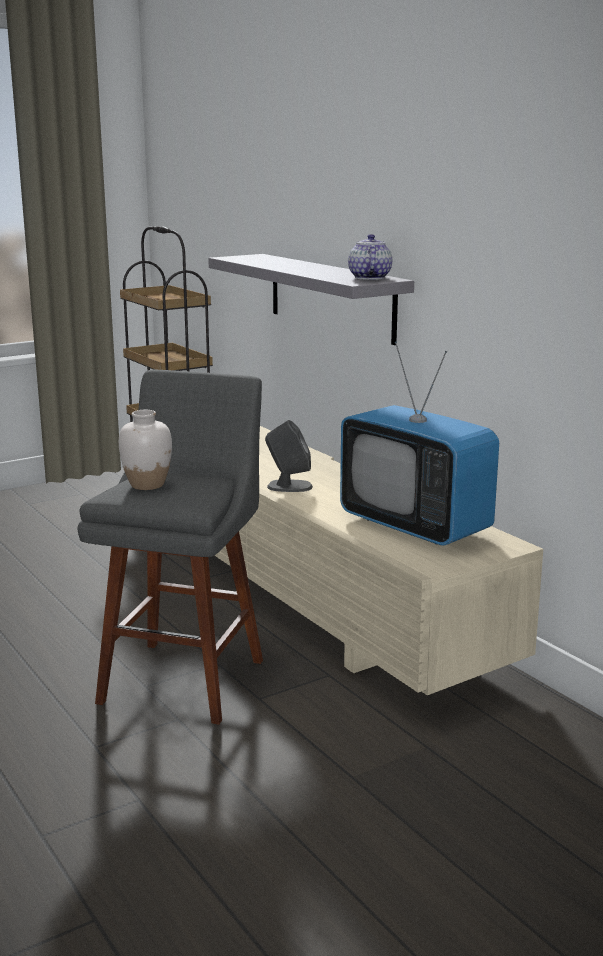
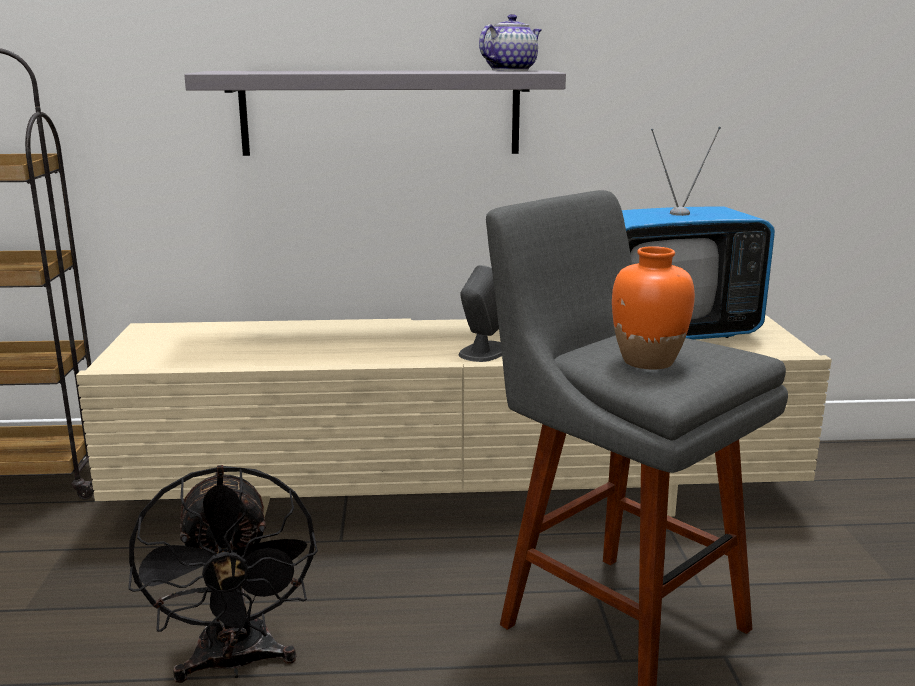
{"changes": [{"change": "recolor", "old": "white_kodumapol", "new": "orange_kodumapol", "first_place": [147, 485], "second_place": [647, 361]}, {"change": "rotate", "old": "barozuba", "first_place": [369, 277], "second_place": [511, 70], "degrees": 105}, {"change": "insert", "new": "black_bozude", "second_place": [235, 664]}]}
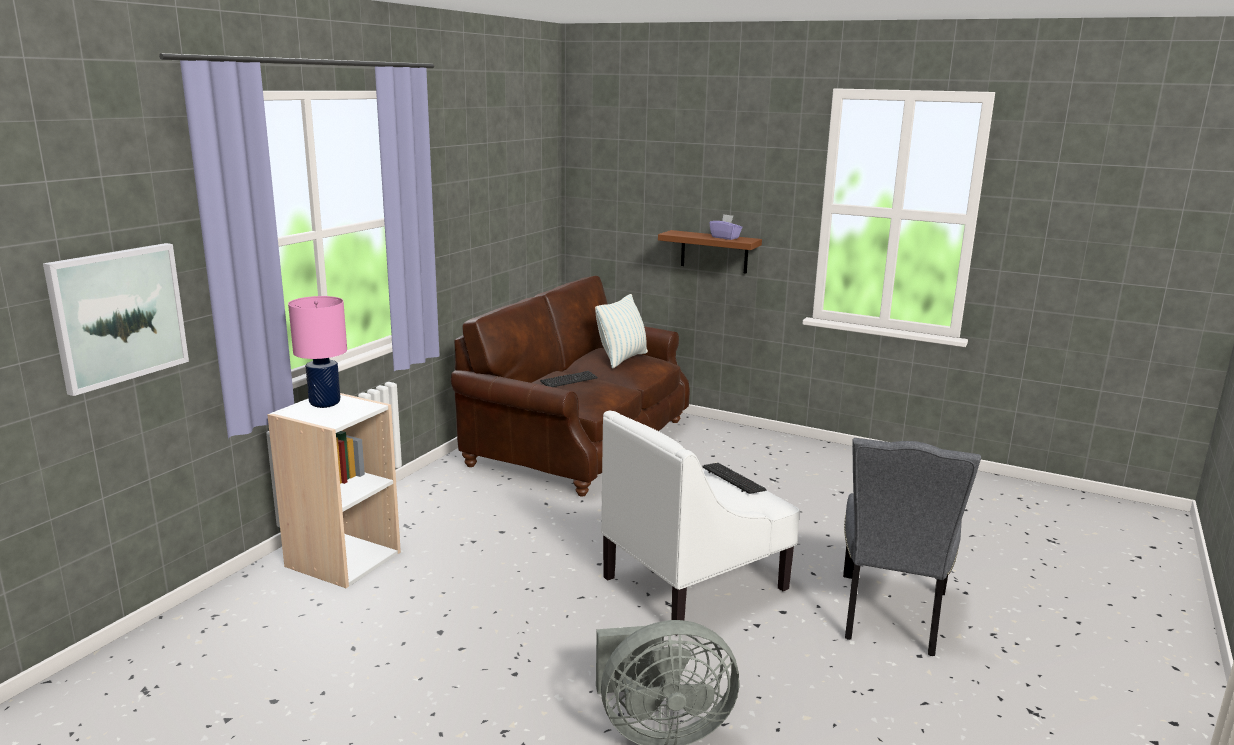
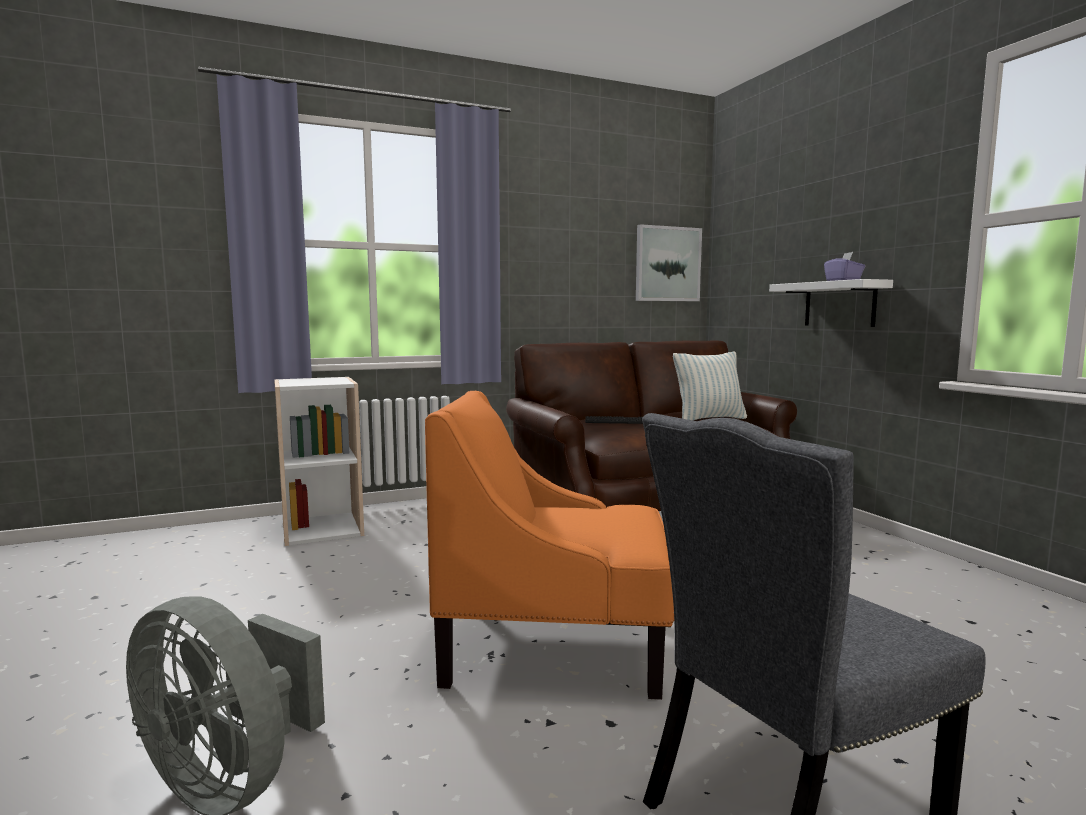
{"changes": [{"change": "move", "old": "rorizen", "first_place": [118, 315], "second_place": [667, 264]}, {"change": "delete", "old": "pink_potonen", "first_place": [324, 405]}, {"change": "recolor", "old": "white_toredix", "new": "orange_toredix", "first_place": [695, 583], "second_place": [556, 646]}, {"change": "recolor", "old": "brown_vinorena", "new": "white_vinorena", "first_place": [714, 252], "second_place": [839, 304]}, {"change": "delete", "old": "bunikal", "first_place": [733, 479]}]}
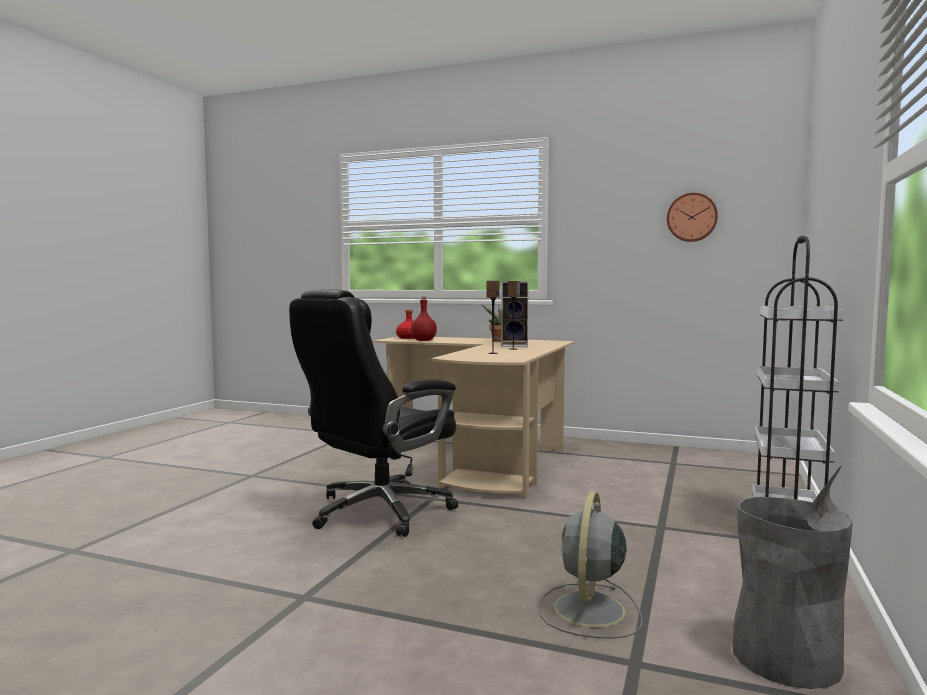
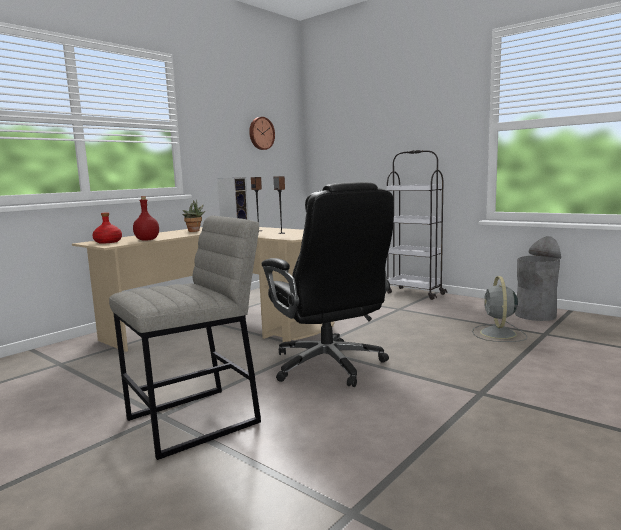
{"changes": [{"change": "rotate", "old": "grey_bozude", "first_place": [588, 611], "second_place": [498, 334], "degrees": 60}, {"change": "insert", "new": "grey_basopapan", "second_place": [196, 419]}]}
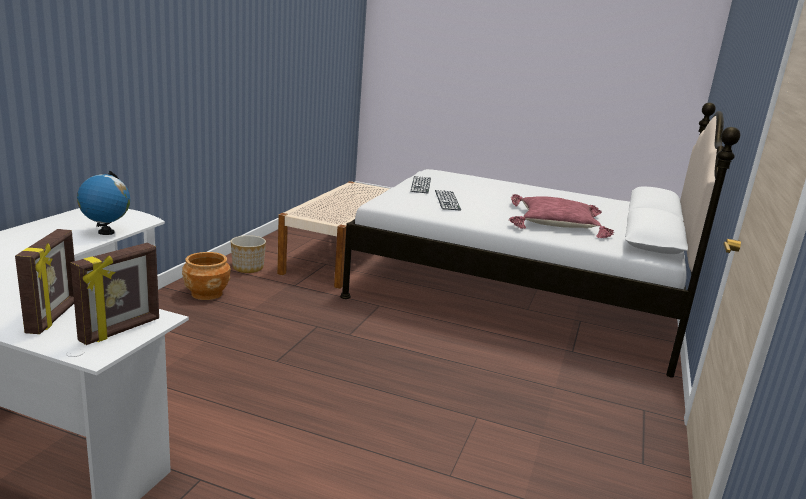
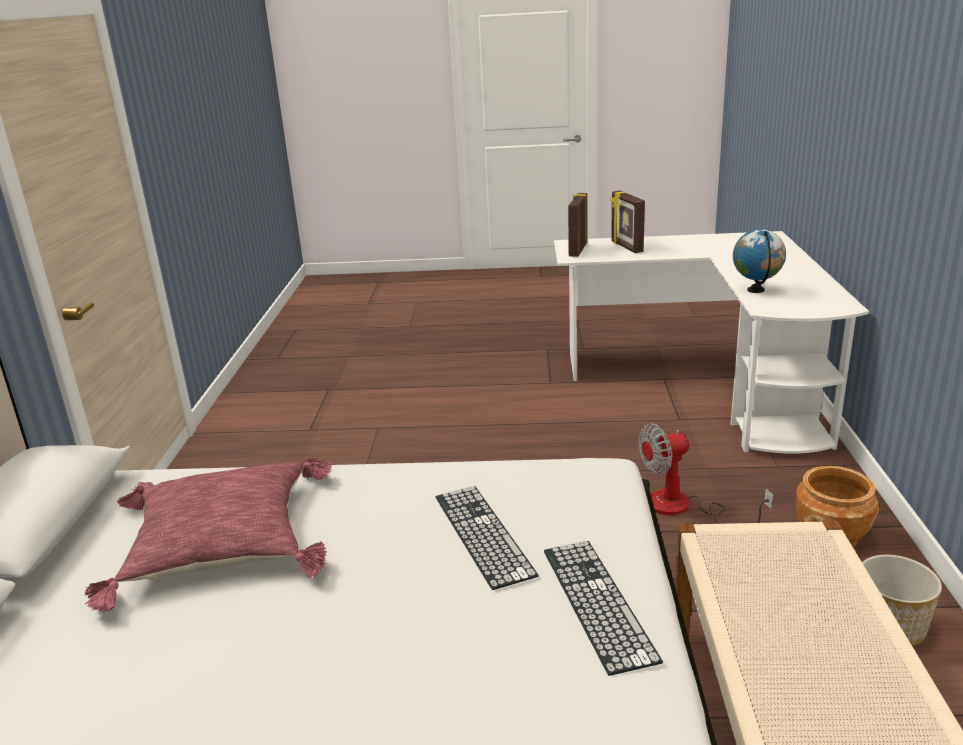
{"changes": [{"change": "insert", "new": "bozude", "second_place": [683, 508]}]}
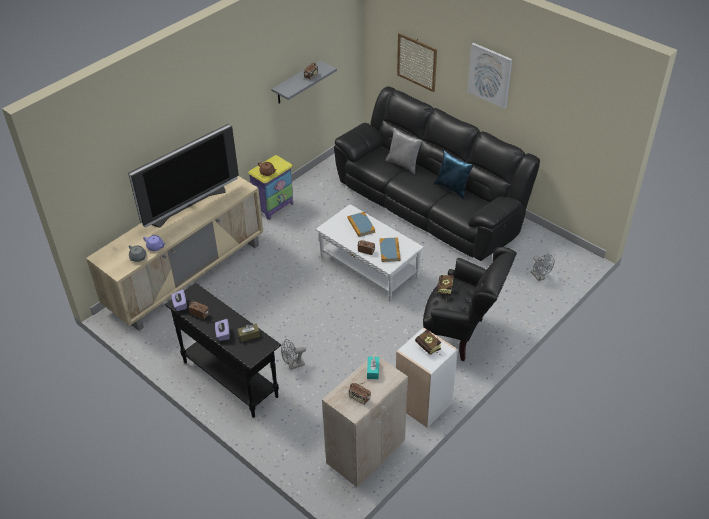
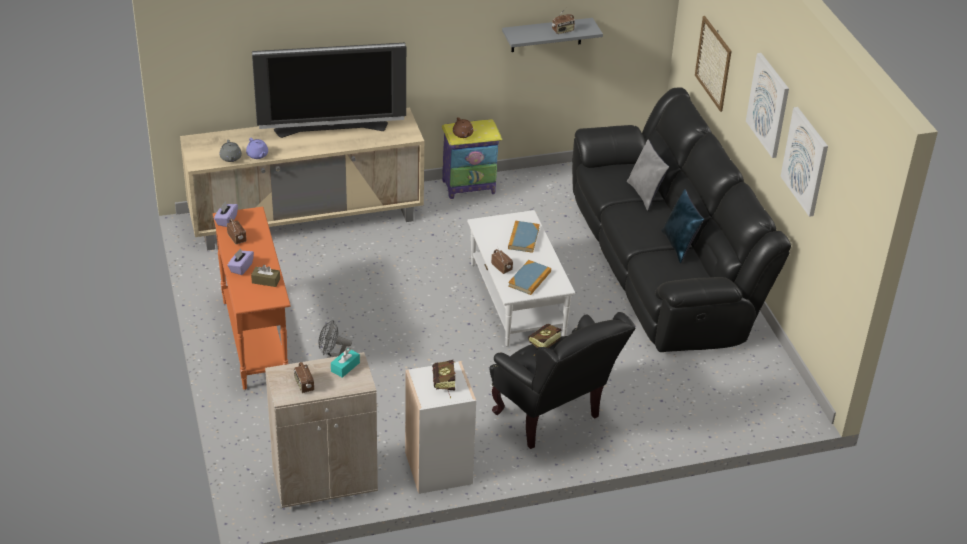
{"changes": [{"change": "recolor", "old": "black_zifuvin", "new": "orange_zifuvin", "first_place": [230, 378], "second_place": [255, 340]}, {"change": "delete", "old": "grey_bozude", "first_place": [539, 277]}, {"change": "insert", "new": "rorizen", "second_place": [805, 161]}]}
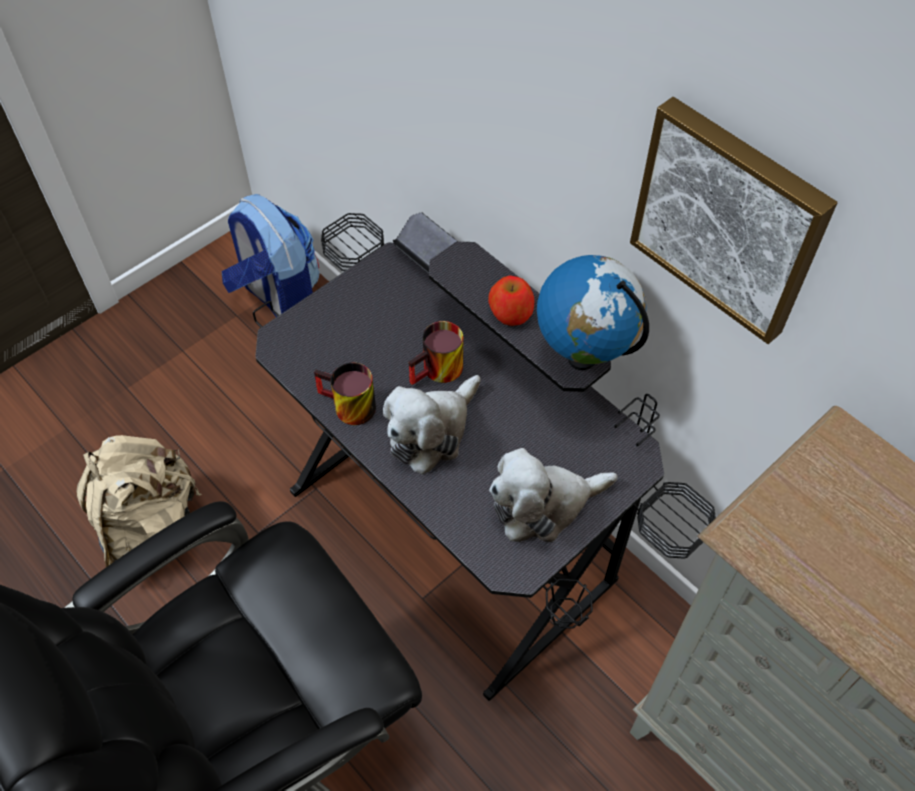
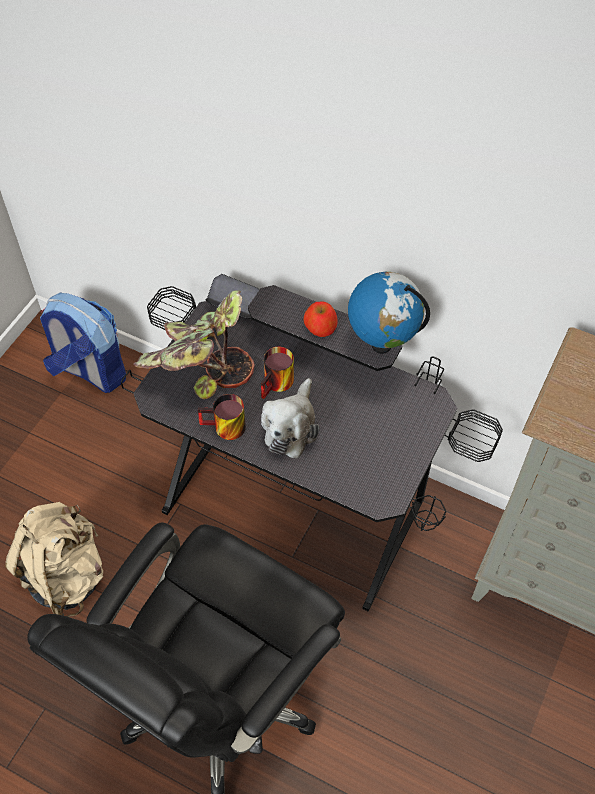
{"changes": [{"change": "delete", "old": "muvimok", "first_place": [544, 505]}, {"change": "delete", "old": "rorizen", "first_place": [729, 218]}, {"change": "insert", "new": "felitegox", "second_place": [198, 368]}]}
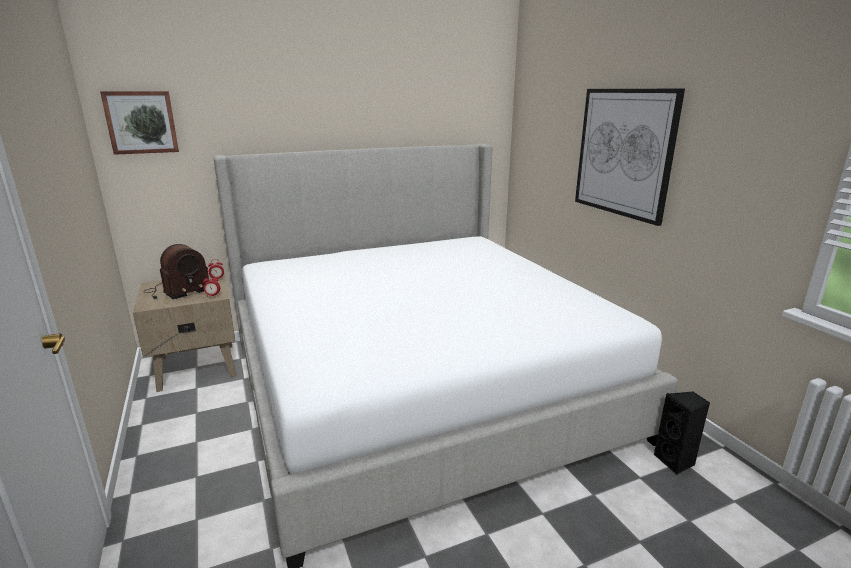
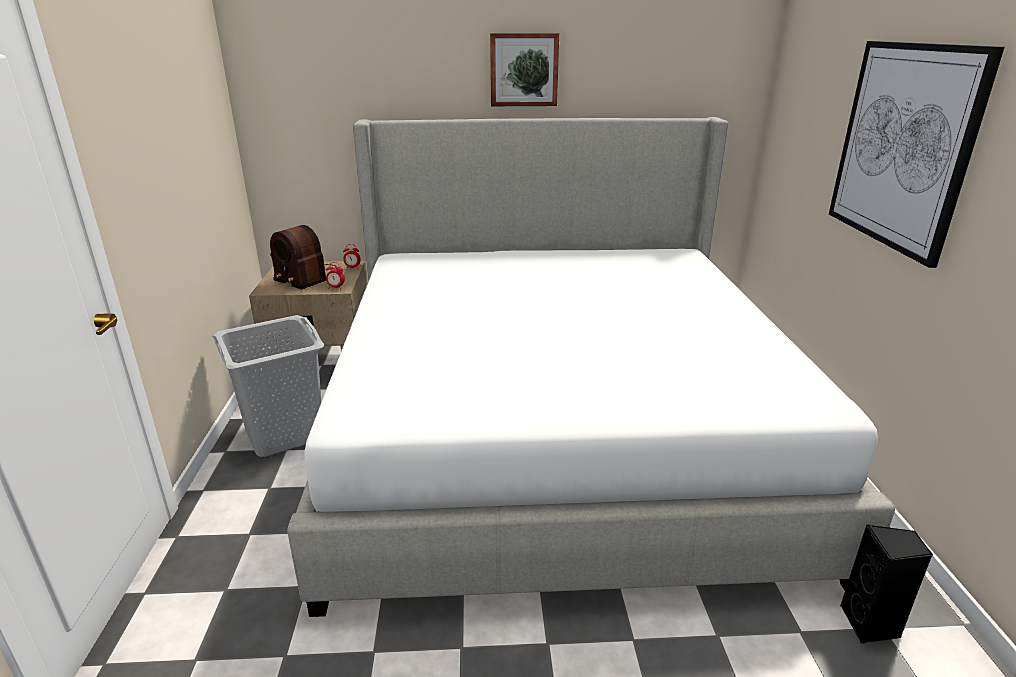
{"changes": [{"change": "move", "old": "rorizen", "first_place": [141, 122], "second_place": [524, 70]}, {"change": "rotate", "old": "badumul", "first_place": [177, 291], "second_place": [304, 276], "degrees": 60}, {"change": "insert", "new": "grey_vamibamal", "second_place": [285, 434]}]}
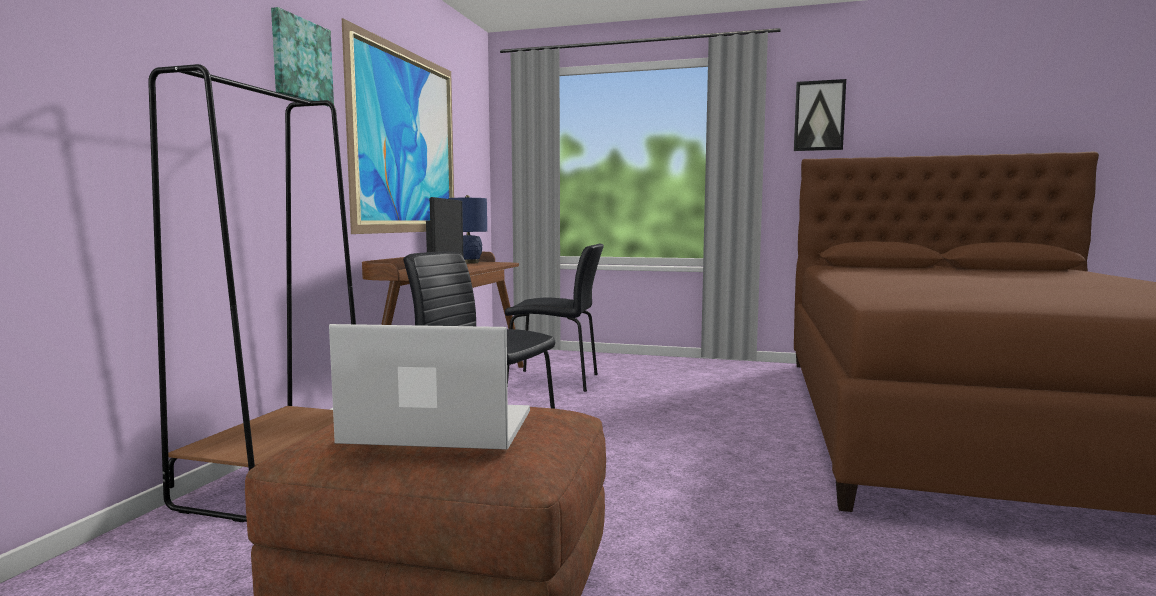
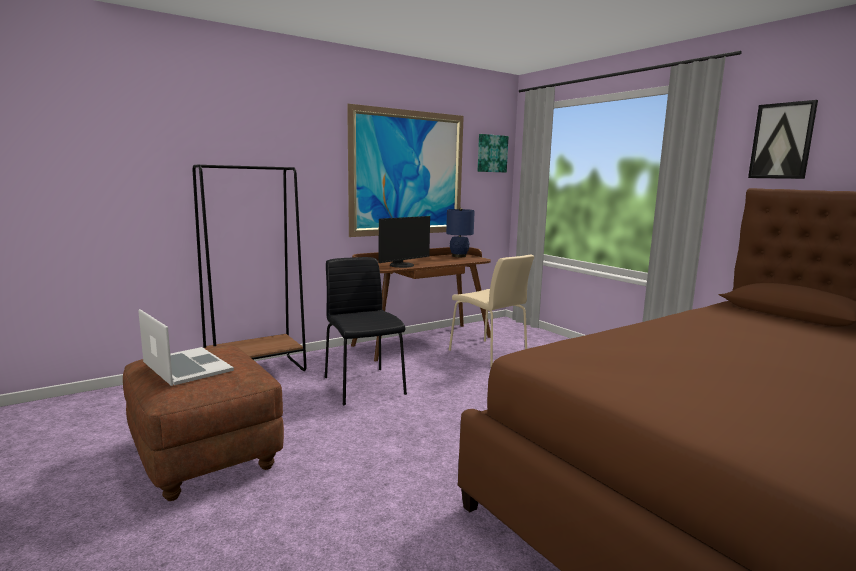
{"changes": [{"change": "move", "old": "rorizen", "first_place": [300, 60], "second_place": [491, 153]}, {"change": "recolor", "old": "black_basopapan", "new": "beige_basopapan", "first_place": [556, 381], "second_place": [490, 354]}]}
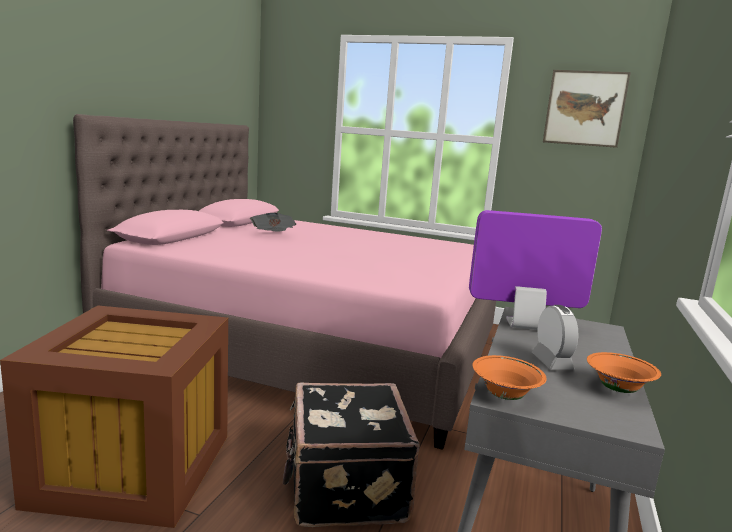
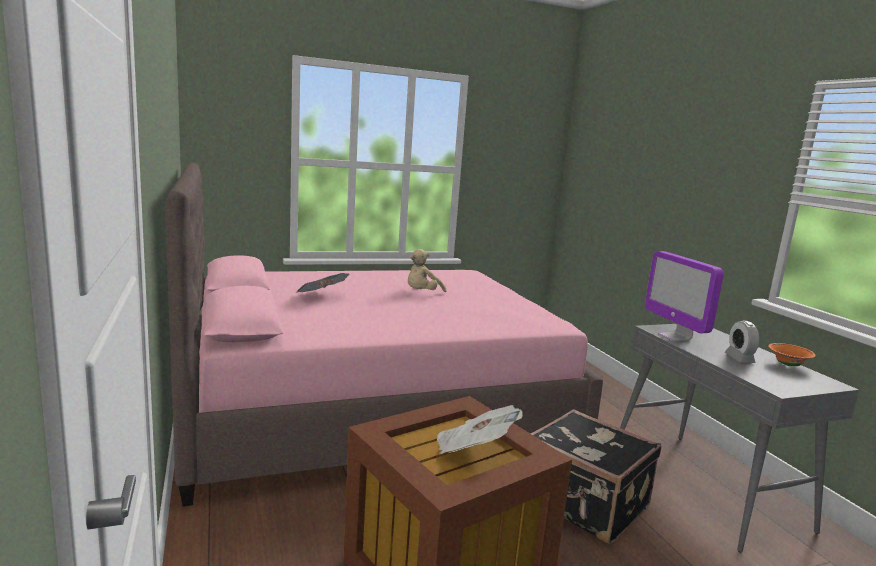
{"changes": [{"change": "rotate", "old": "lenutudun", "first_place": [523, 325], "second_place": [674, 337], "degrees": -75}, {"change": "delete", "old": "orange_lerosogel", "first_place": [504, 396]}, {"change": "rotate", "old": "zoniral", "first_place": [552, 362], "second_place": [739, 358], "degrees": -135}, {"change": "delete", "old": "rorizen", "first_place": [585, 108]}, {"change": "insert", "new": "beige_muvimok", "second_place": [422, 293]}, {"change": "insert", "new": "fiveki", "second_place": [473, 449]}]}
